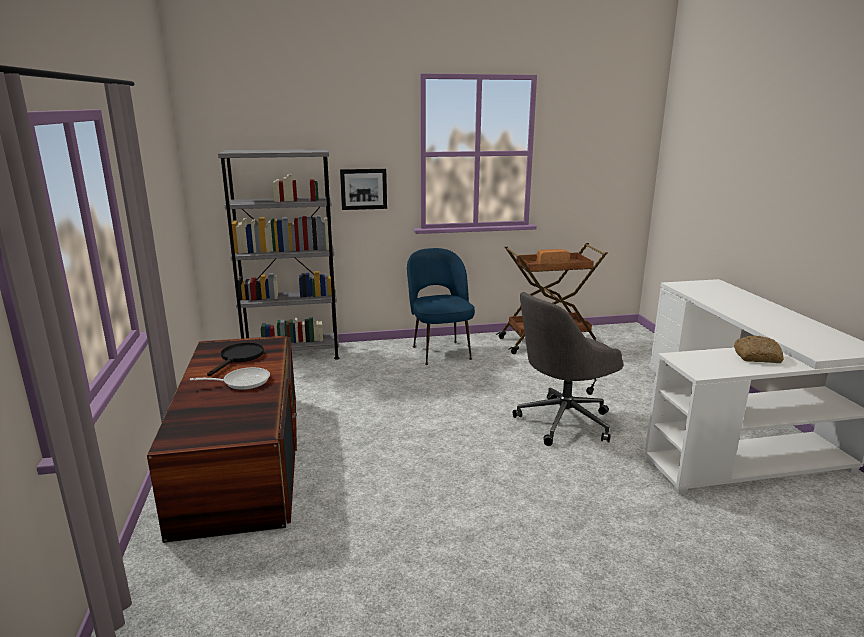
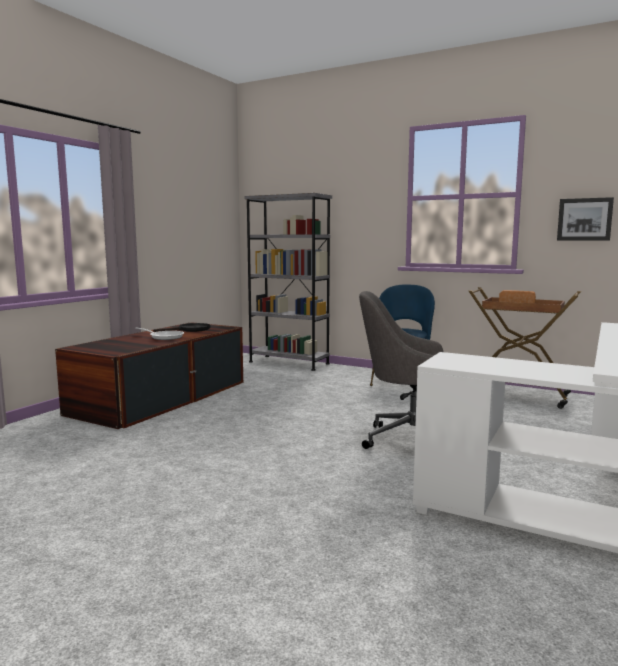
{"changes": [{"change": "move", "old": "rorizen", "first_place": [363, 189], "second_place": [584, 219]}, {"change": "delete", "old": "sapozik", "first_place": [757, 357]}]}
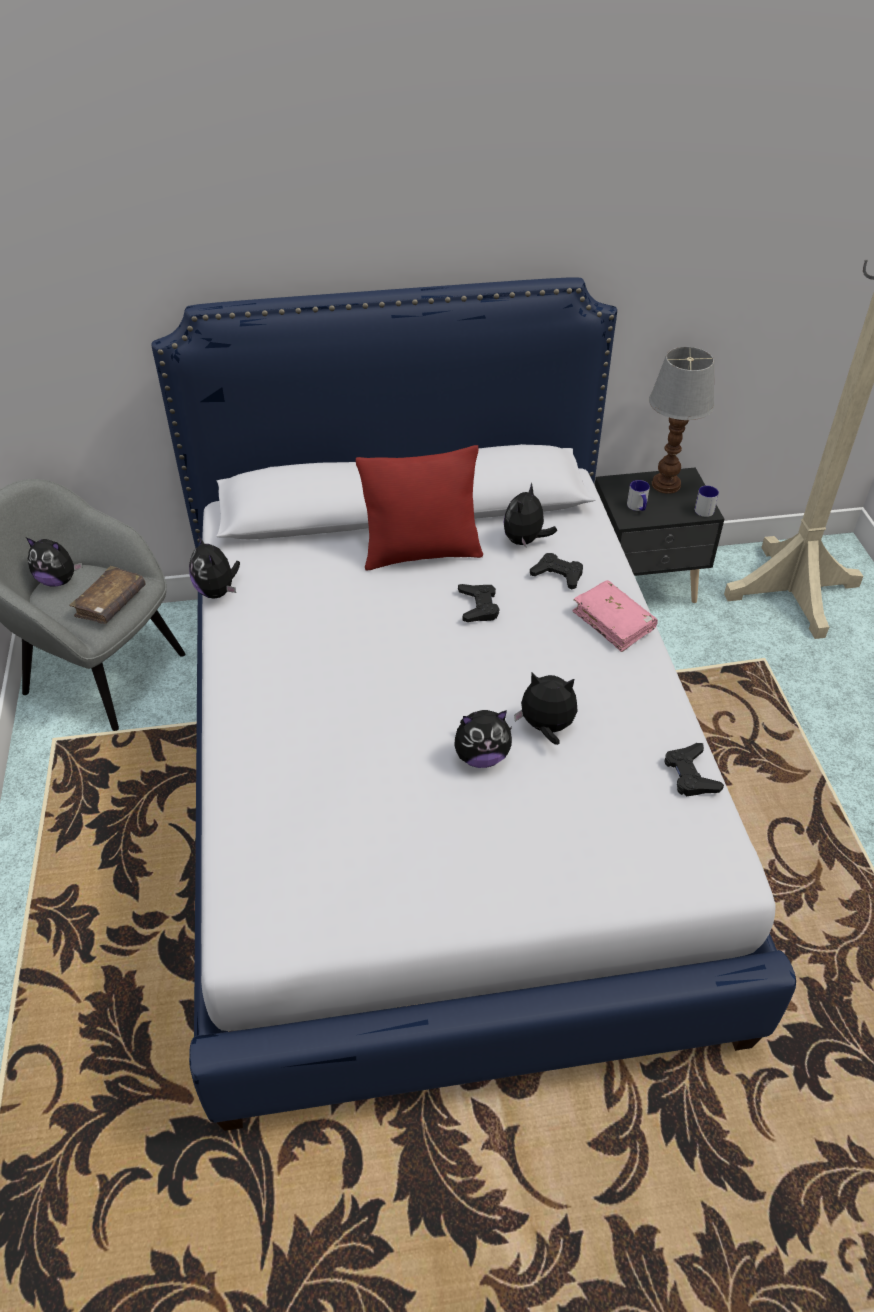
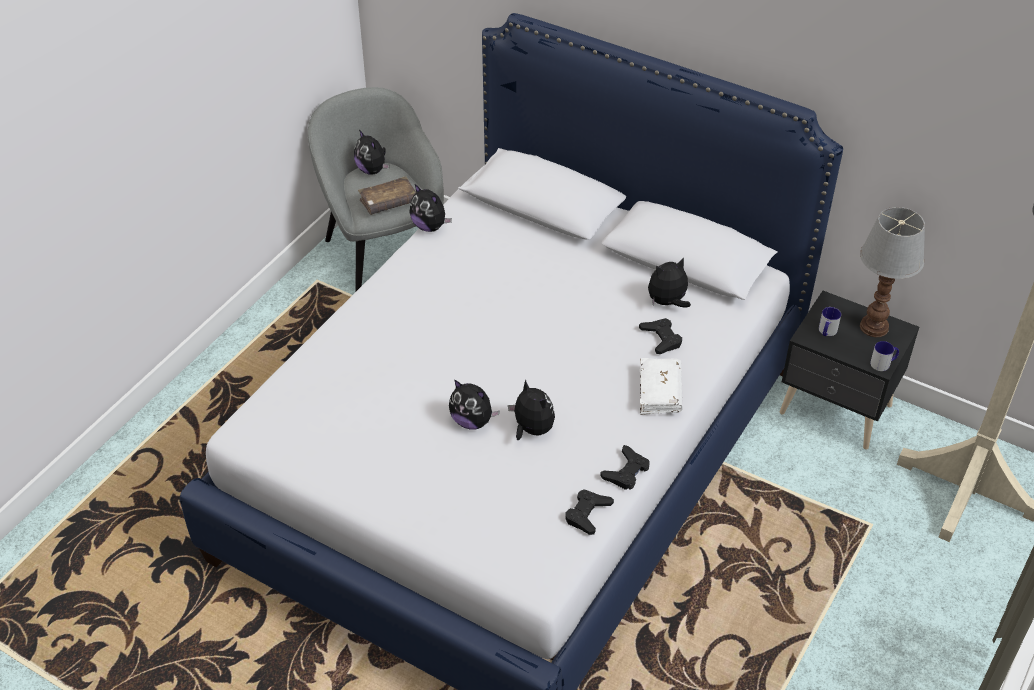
{"changes": [{"change": "rotate", "old": "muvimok", "first_place": [218, 591], "second_place": [430, 226], "degrees": -60}, {"change": "delete", "old": "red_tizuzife", "first_place": [422, 553]}, {"change": "move", "old": "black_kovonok", "first_place": [478, 606], "second_place": [626, 472]}, {"change": "recolor", "old": "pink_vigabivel", "new": "white_vigabivel", "first_place": [613, 622], "second_place": [660, 392]}]}
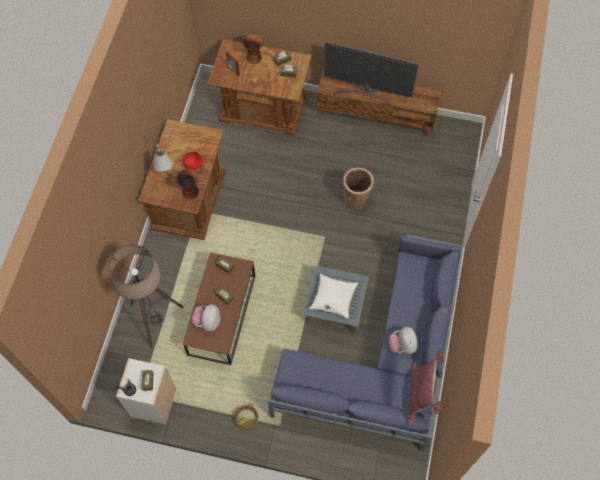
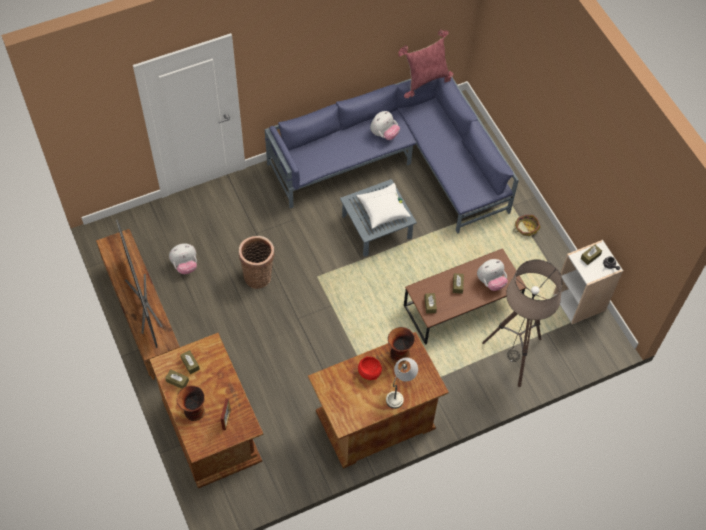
{"changes": [{"change": "insert", "new": "muvimok", "second_place": [185, 265]}]}
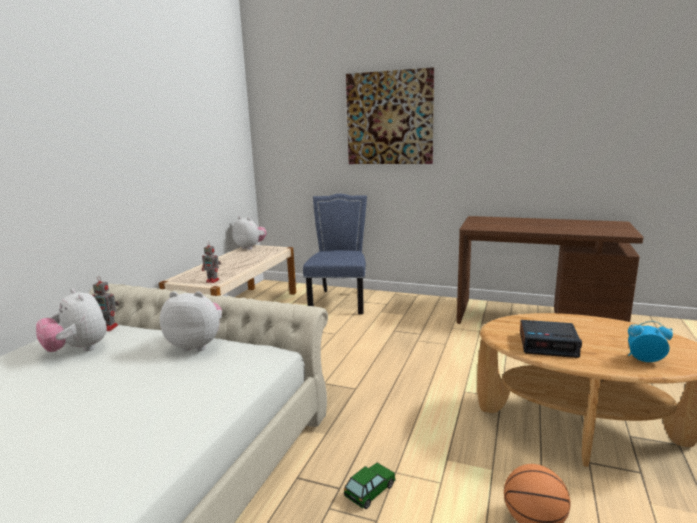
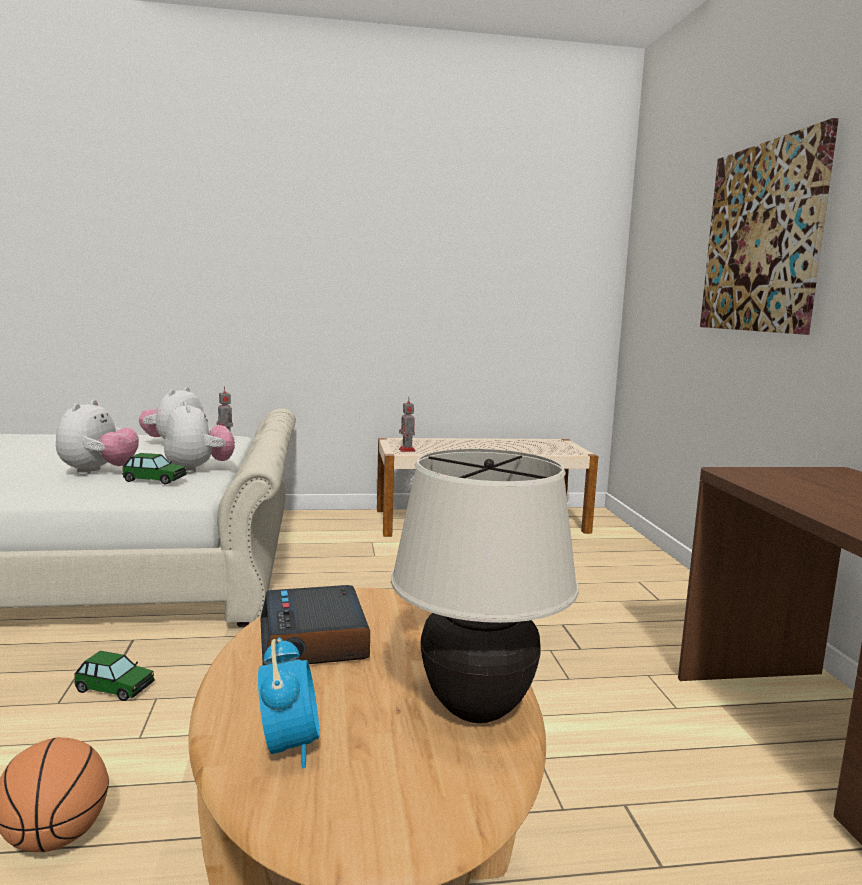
{"changes": [{"change": "move", "old": "muvimok", "first_place": [250, 247], "second_place": [98, 472]}, {"change": "delete", "old": "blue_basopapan", "first_place": [339, 302]}, {"change": "insert", "new": "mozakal", "second_place": [155, 479]}, {"change": "insert", "new": "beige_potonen", "second_place": [475, 711]}]}
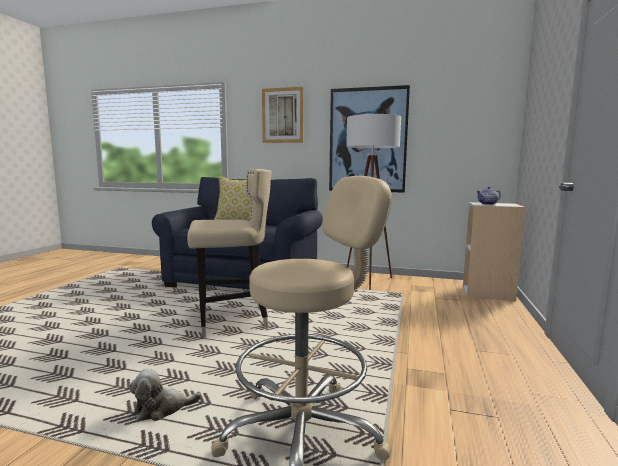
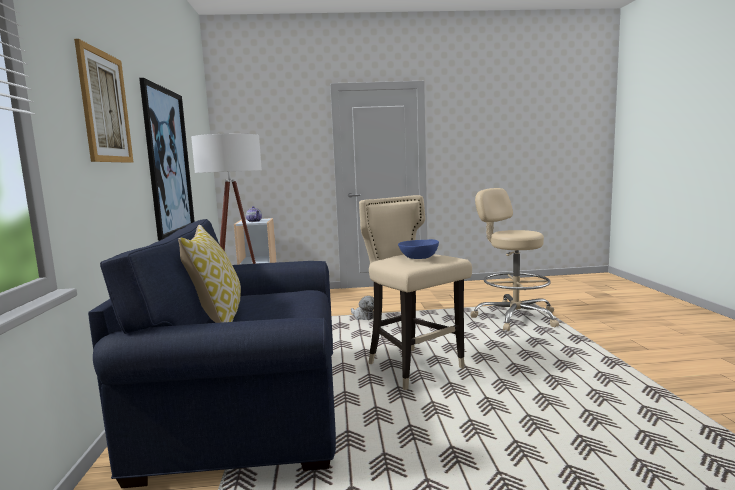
{"changes": [{"change": "move", "old": "muvimok", "first_place": [162, 409], "second_place": [363, 317]}, {"change": "insert", "new": "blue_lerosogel", "second_place": [418, 258]}]}
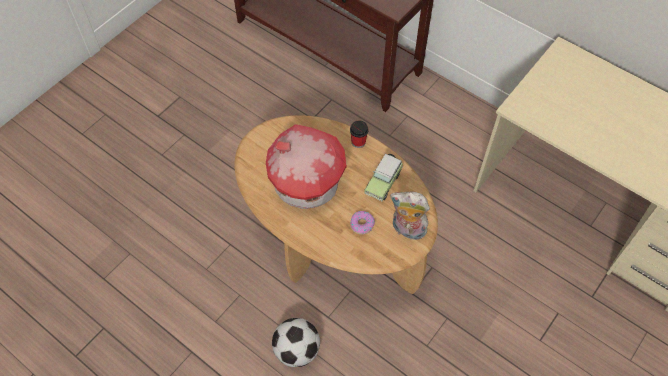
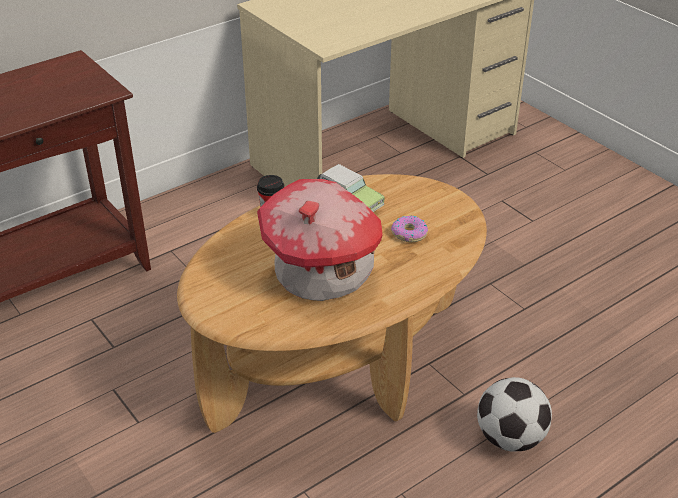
{"changes": [{"change": "delete", "old": "muvimok", "first_place": [407, 230]}]}
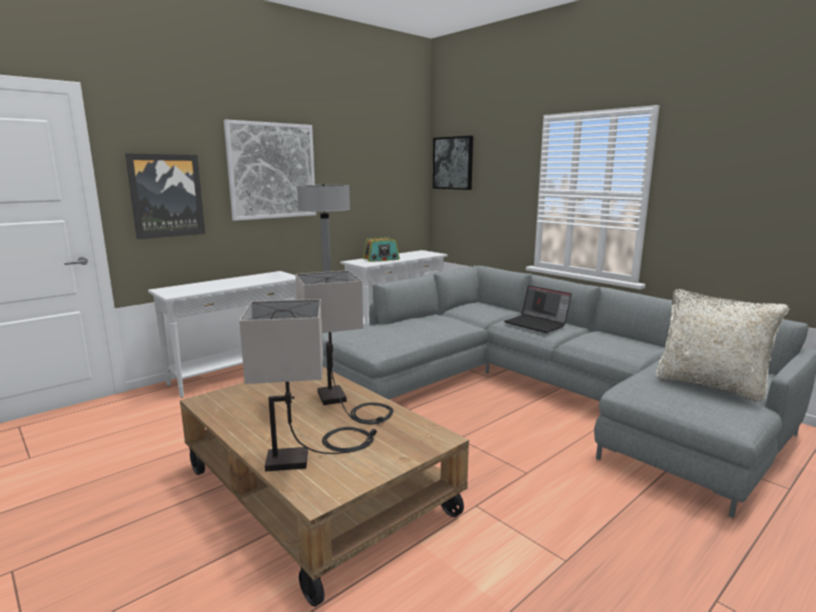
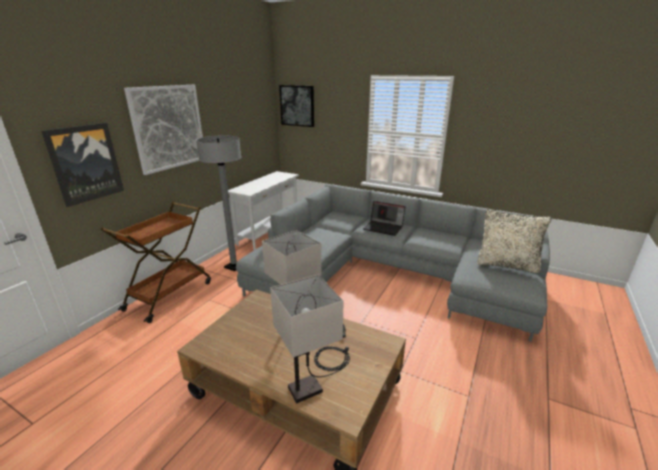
{"changes": [{"change": "replace", "old": "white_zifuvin", "new": "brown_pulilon", "first_place": [238, 373], "second_place": [170, 296]}, {"change": "delete", "old": "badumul", "first_place": [381, 259]}]}
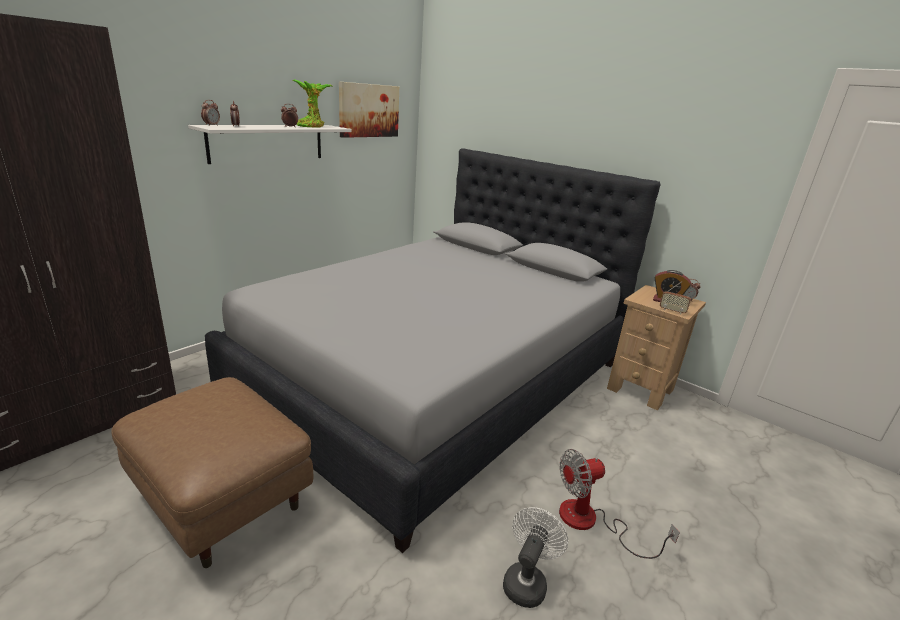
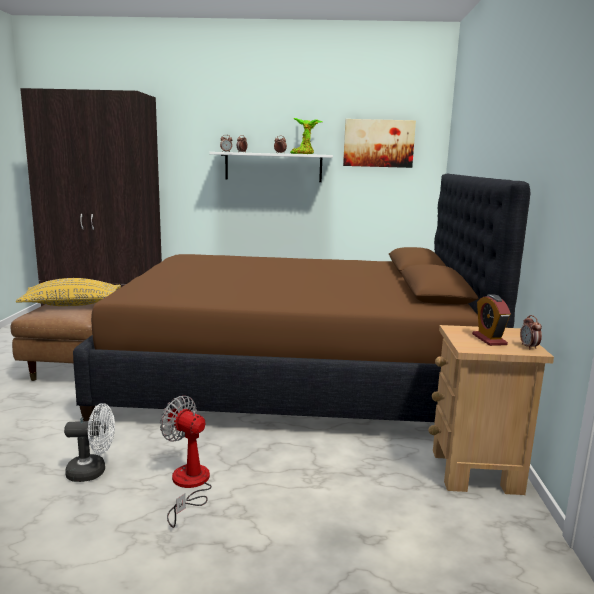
{"changes": [{"change": "recolor", "old": "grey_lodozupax", "new": "brown_lodozupax", "first_place": [438, 379], "second_place": [294, 377]}, {"change": "delete", "old": "badumul", "first_place": [672, 311]}, {"change": "insert", "new": "yellow_tizuzife", "second_place": [72, 304]}]}
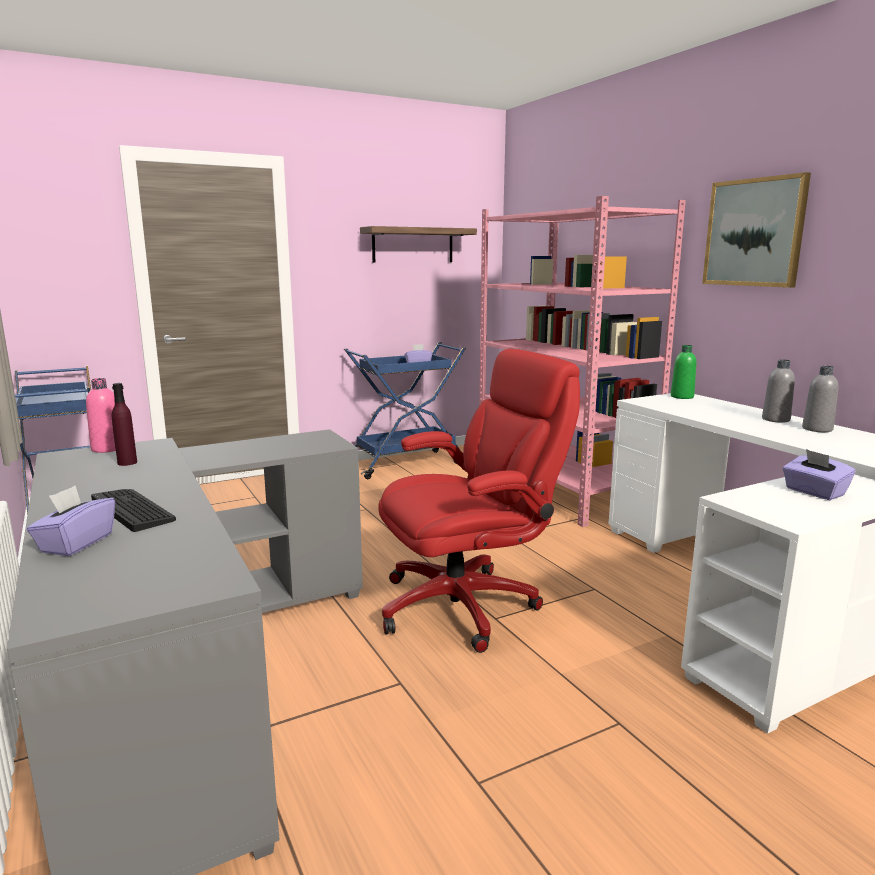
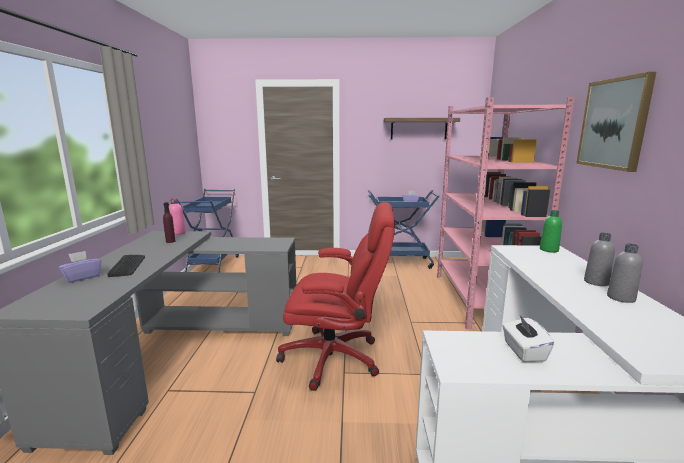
{"changes": [{"change": "recolor", "old": "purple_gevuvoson", "new": "white_gevuvoson", "first_place": [814, 492], "second_place": [523, 351]}]}
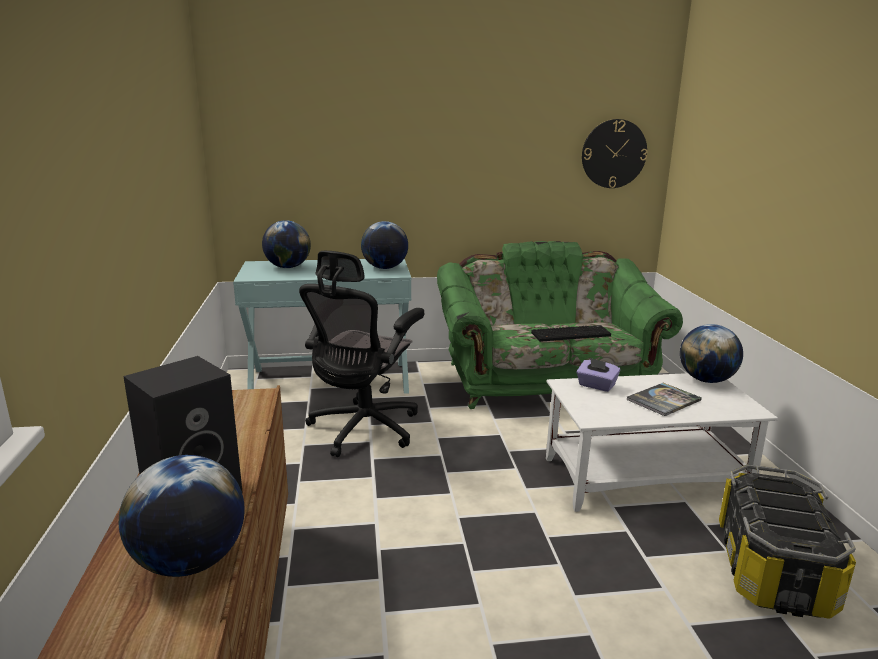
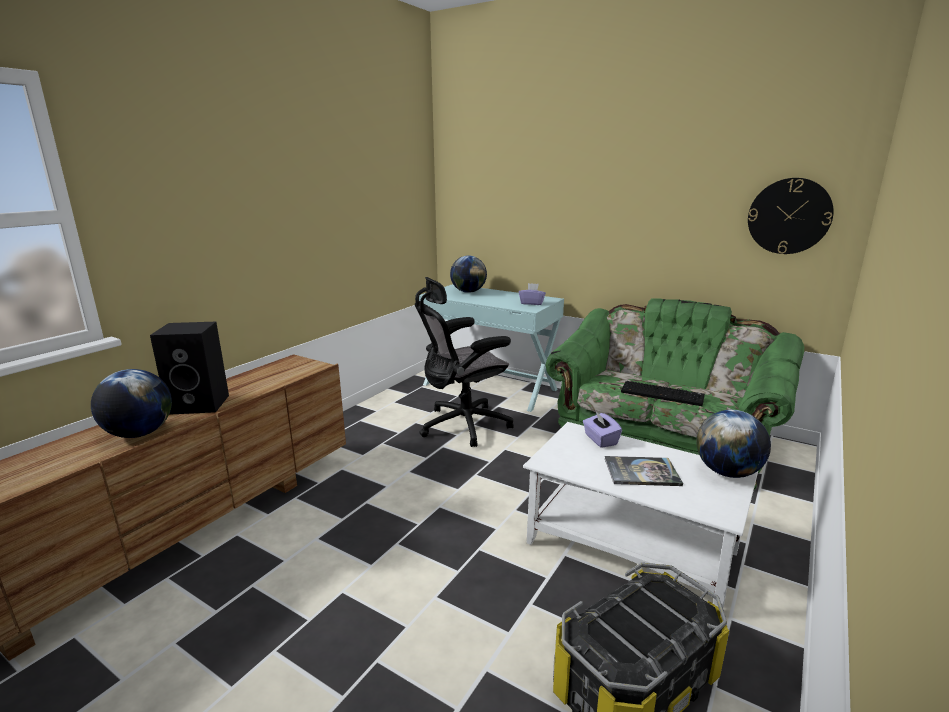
{"changes": [{"change": "replace", "old": "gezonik", "new": "purple_gevuvoson", "first_place": [385, 268], "second_place": [532, 303]}]}
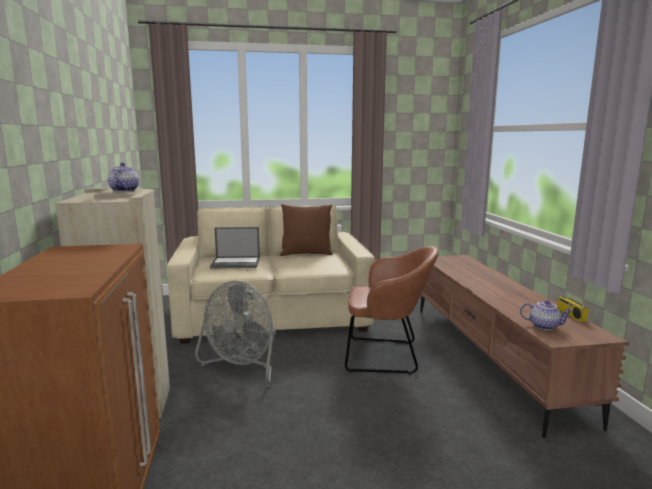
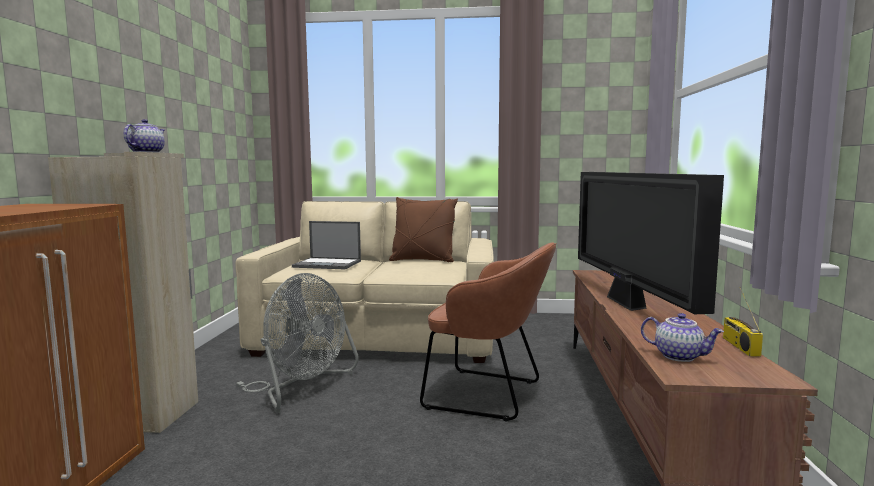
{"changes": [{"change": "rotate", "old": "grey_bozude", "first_place": [242, 367], "second_place": [298, 388], "degrees": -105}, {"change": "insert", "new": "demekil", "second_place": [627, 304]}]}
